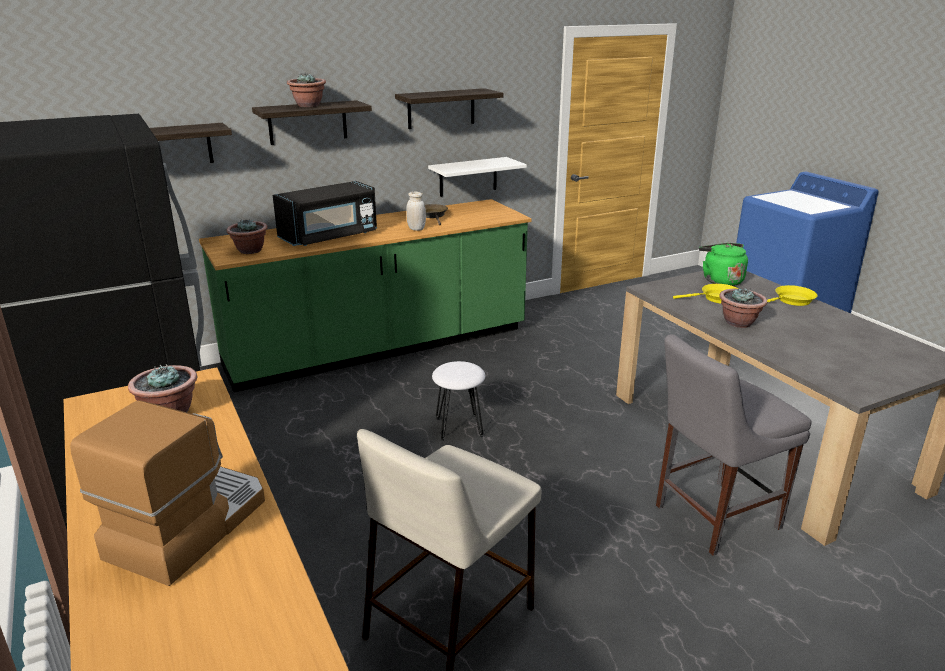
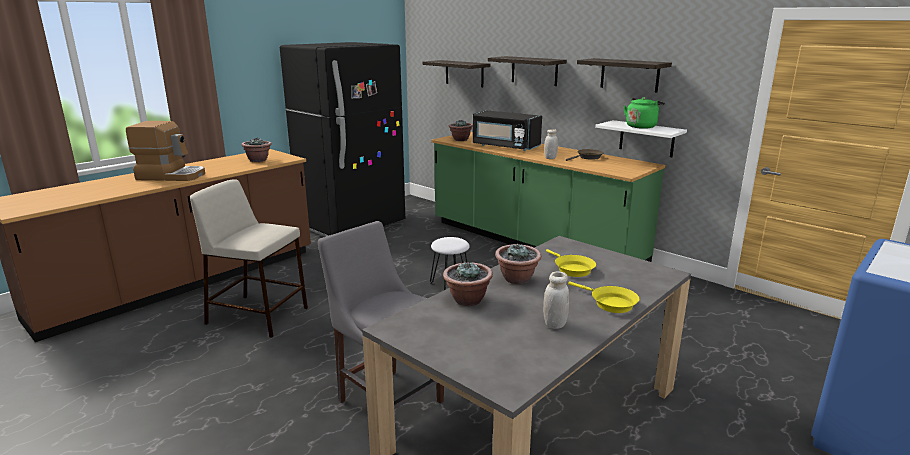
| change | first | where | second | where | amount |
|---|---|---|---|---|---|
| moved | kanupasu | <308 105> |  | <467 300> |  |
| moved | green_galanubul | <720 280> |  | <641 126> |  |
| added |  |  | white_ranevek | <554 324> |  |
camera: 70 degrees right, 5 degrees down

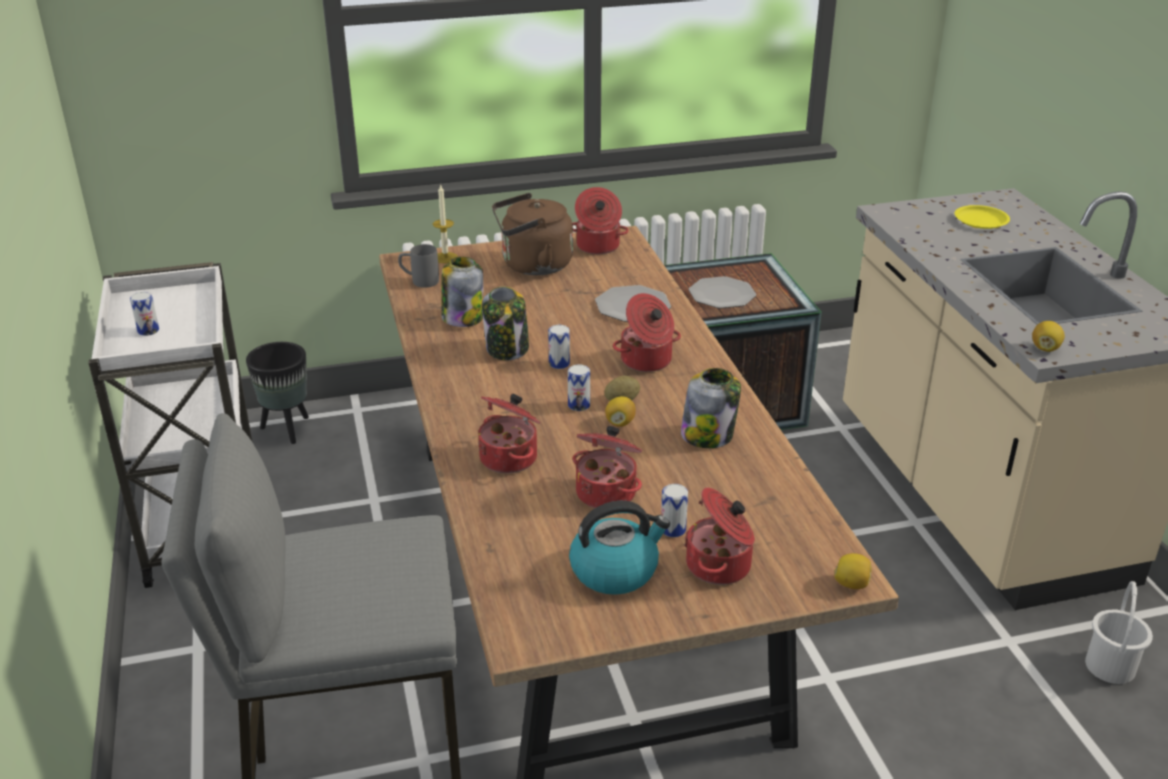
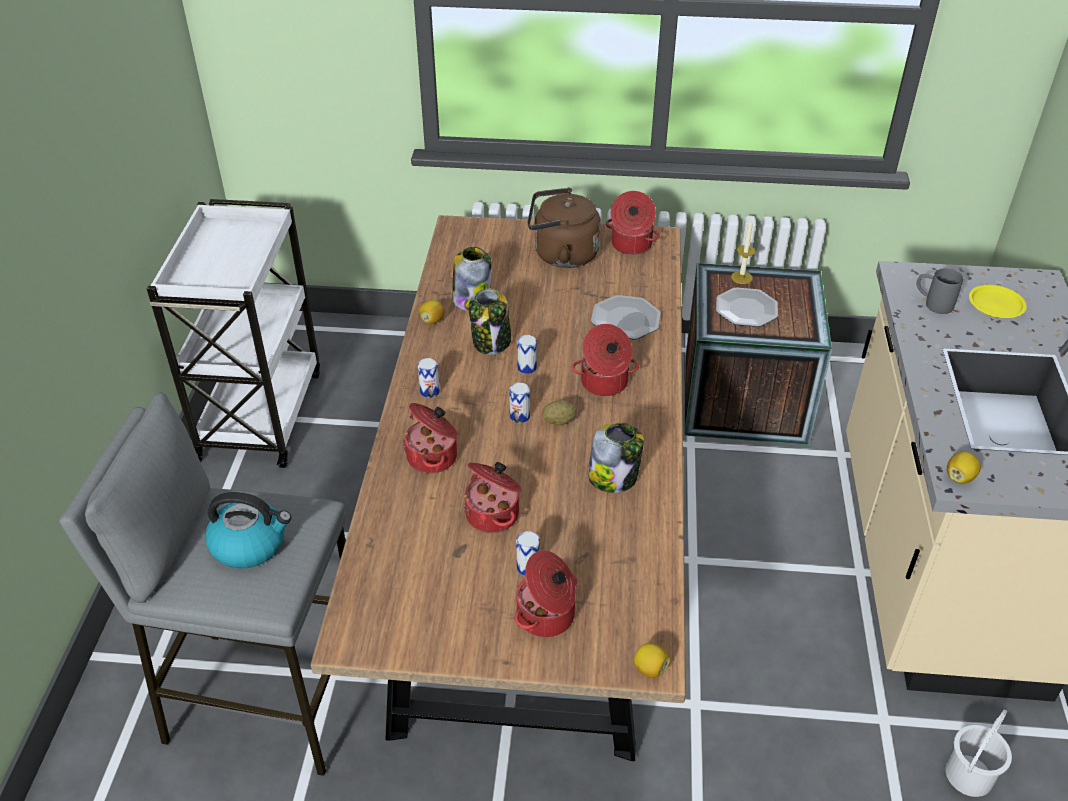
| change | first | where | second | where | amount |
|---|---|---|---|---|---|
| moved | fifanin | <445 257> |  | <741 277> |  |
| moved | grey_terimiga | <419 281> |  | <932 304> |  |
| moved | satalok | <148 330> |  | <429 391> |  |
| removed | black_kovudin | <287 429> |  |  |  |
| moved | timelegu | <620 422> |  | <432 320> |  |
| moved | galanubul | <615 570> |  | <250 544> |  |
camera: 20 degrees right, 10 degrees up

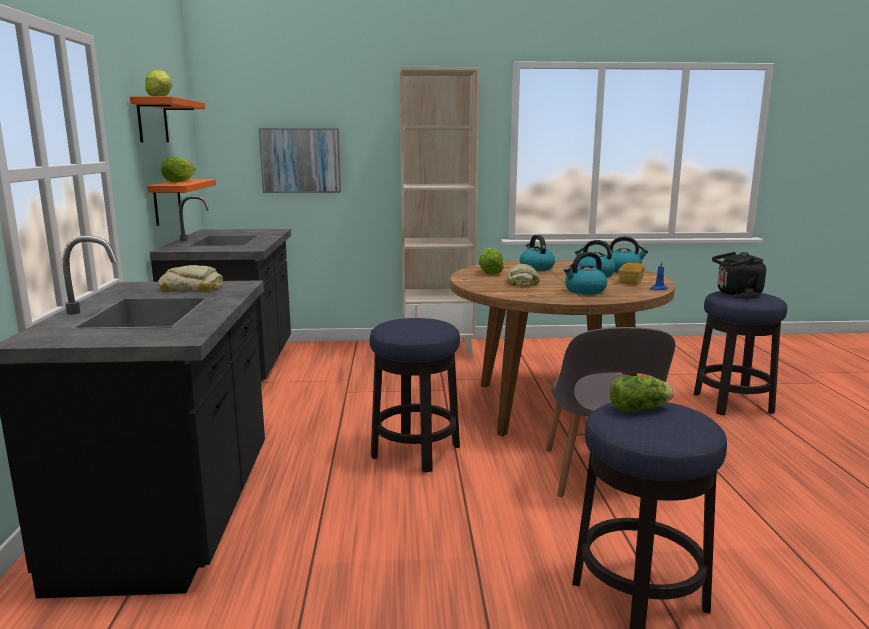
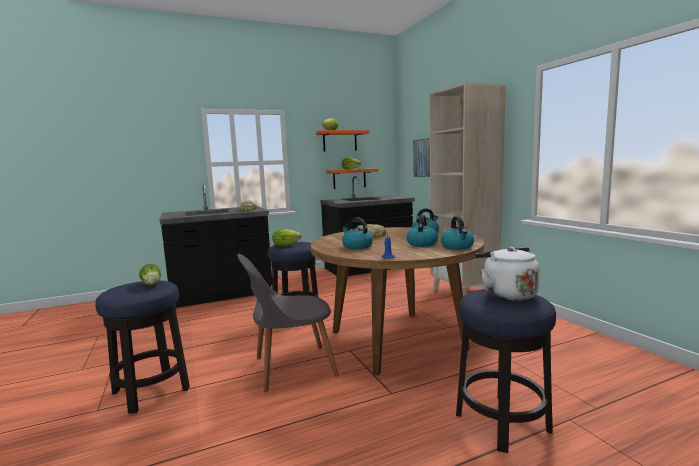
| change | first | where | second | where | amount |
|---|---|---|---|---|---|
| moved | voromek | <490 273> |  | <285 245> |  |
| recoloured | black_galanubul | <736 294> | white_galanubul | <506 294> |  |
| removed | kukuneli | <630 281> |  |  |  |
camera: 70 degrees right, 5 degrees down

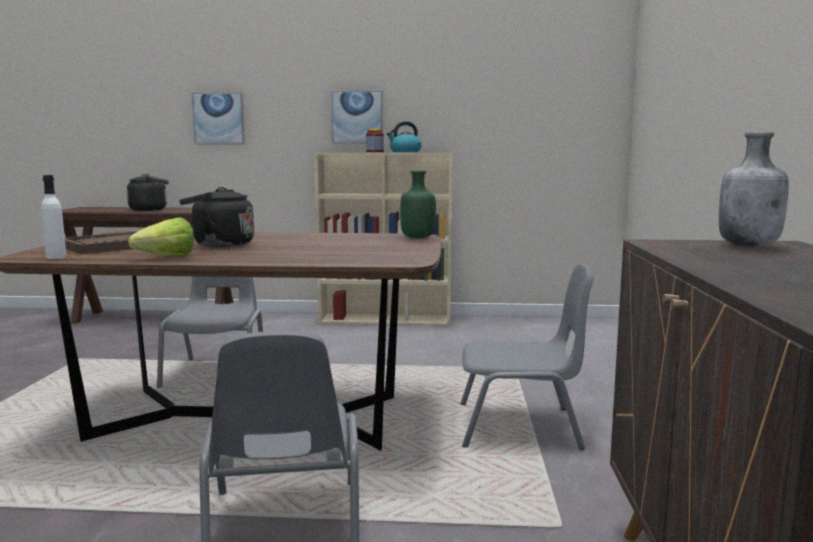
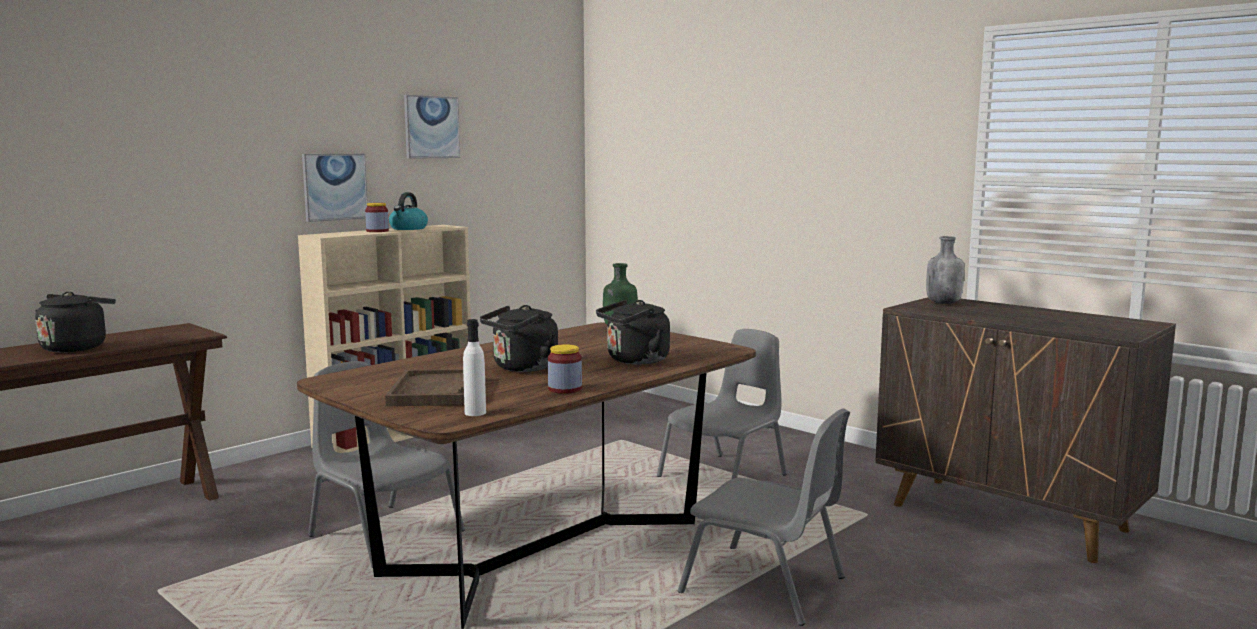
| change | first | where | second | where | amount |
|---|---|---|---|---|---|
| moved | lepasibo | <219 118> |  | <431 127> |  |
| replaced | voromek | <161 258> | ranevek | <565 389> |  |
| added |  |  | black_galanubul | <634 361> |  |
camera: 50 degrees left, 0 degrees up

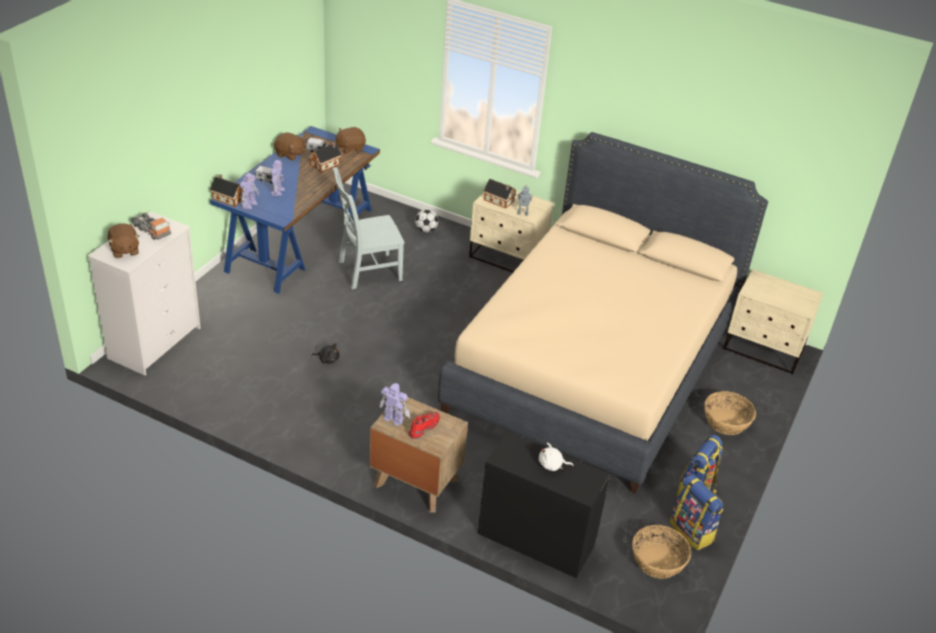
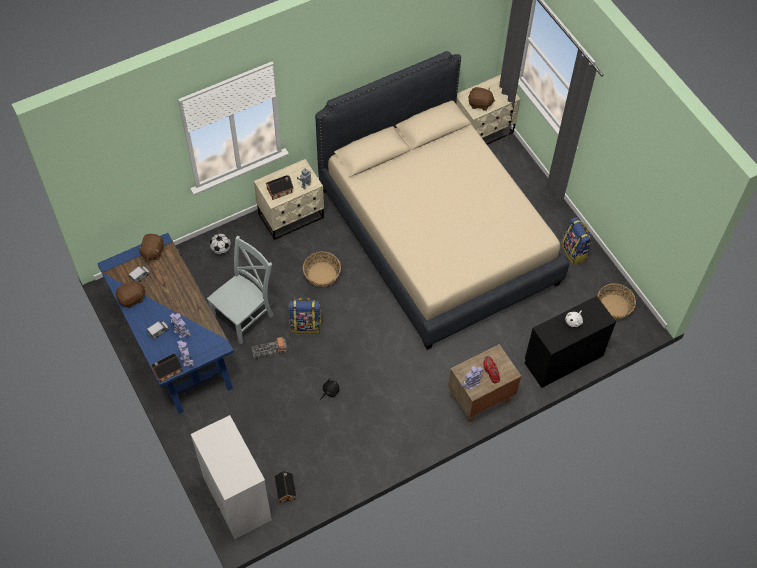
| change | first | where | second | where | amount |
|---|---|---|---|---|---|
| moved | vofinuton | <326 164> |  | <286 489> |  |
| turned | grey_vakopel | <367 271> |  | <245 315> | 150 degrees counterclockwise |
| moved | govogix | <151 230> |  | <269 350> |  |
| moved | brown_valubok | <124 250> |  | <480 104> |  |
| moved | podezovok | <726 421> |  | <321 274> |  |
| moved | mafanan | <692 532> |  | <306 324> |  |
camera: 55 degrees left, 20 degrees up

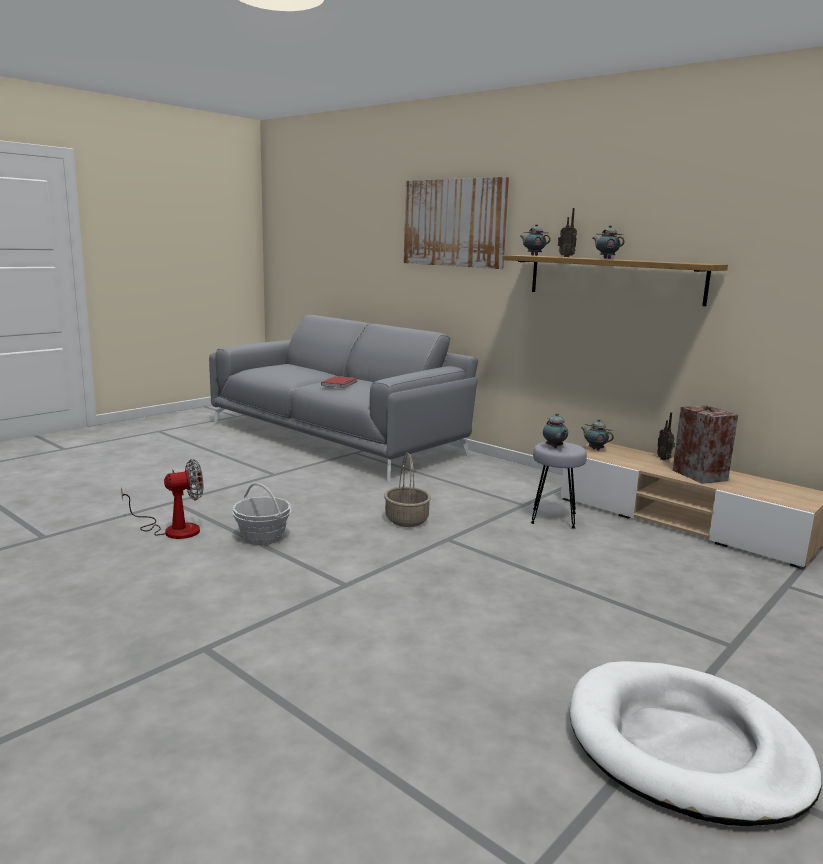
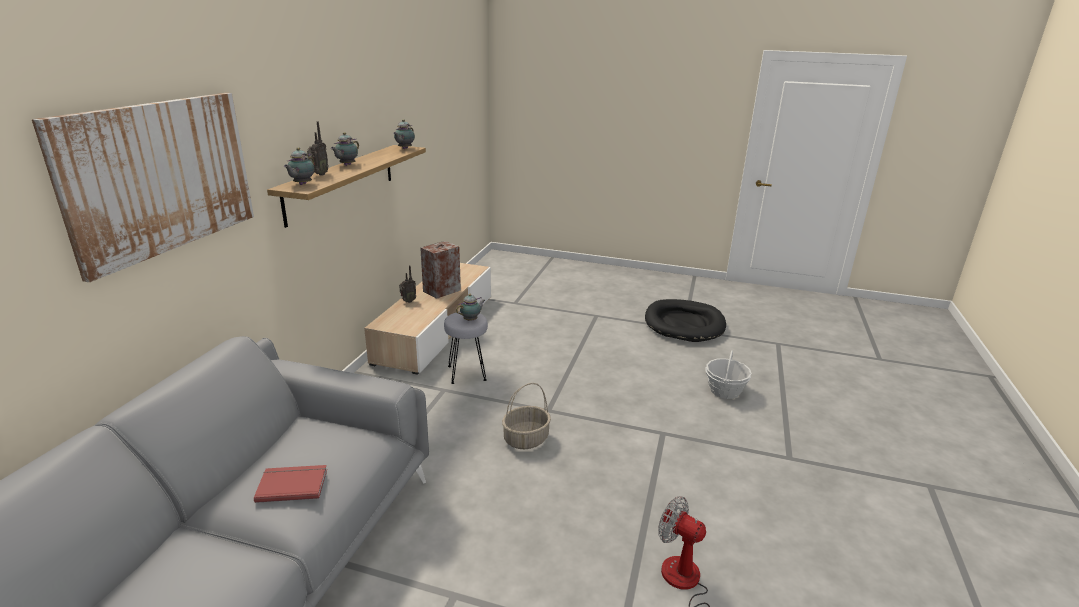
| change | first | where | second | where | amount |
|---|---|---|---|---|---|
| moved | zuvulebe | <595 449> |  | <404 149> |  |
| moved | podezovok | <262 537> |  | <724 391> |  |
| recoloured | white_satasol | <685 747> | black_satasol | <684 324> |  |
camera: 115 degrees left, 10 degrees up

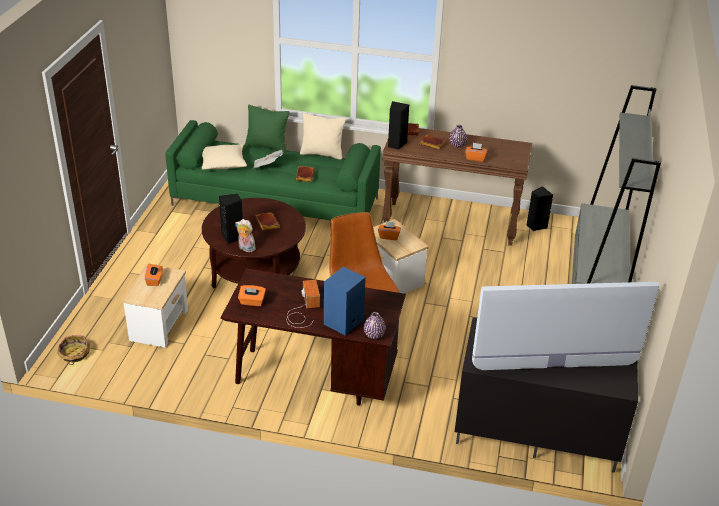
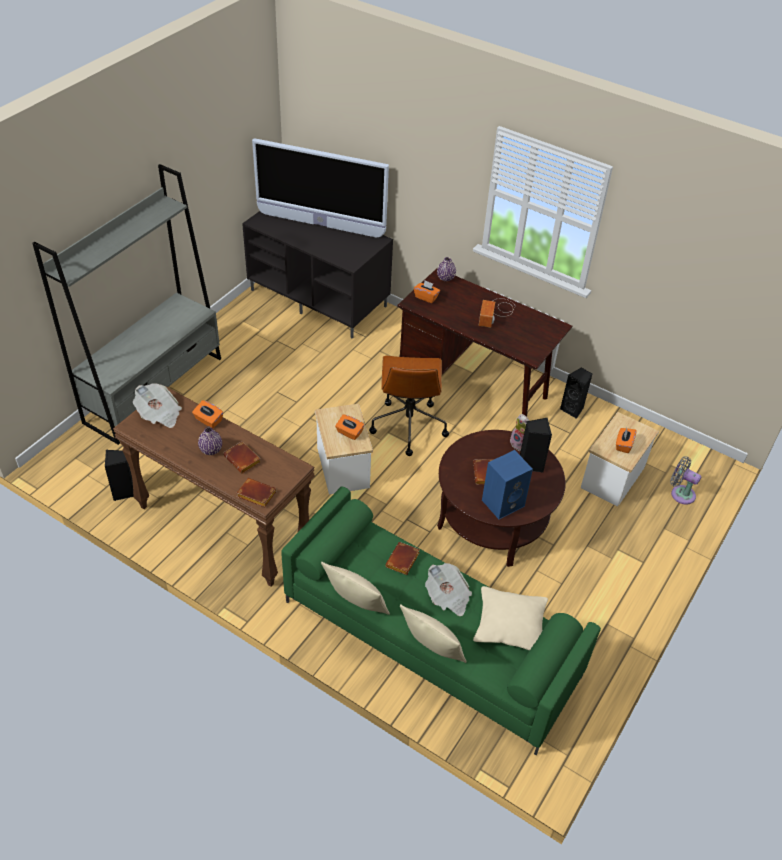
| change | first | where | second | where | amount |
|---|---|---|---|---|---|
| moved | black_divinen | <395 144> |  | <573 409> |  |
| recoloured | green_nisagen | <267 146> | beige_nisagen | <431 650> |  |
| moved | blue_divinen | <343 323> |  | <503 502> |  |
| moved | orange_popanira | <252 302> |  | <426 297> |  |
| removed | podezovok | <74 354> |  |  |  |
| added |  |  | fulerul | <159 414> |  |
| added |  |  | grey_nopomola | <680 493> |  |
camera: 160 degrees left, 10 degrees up

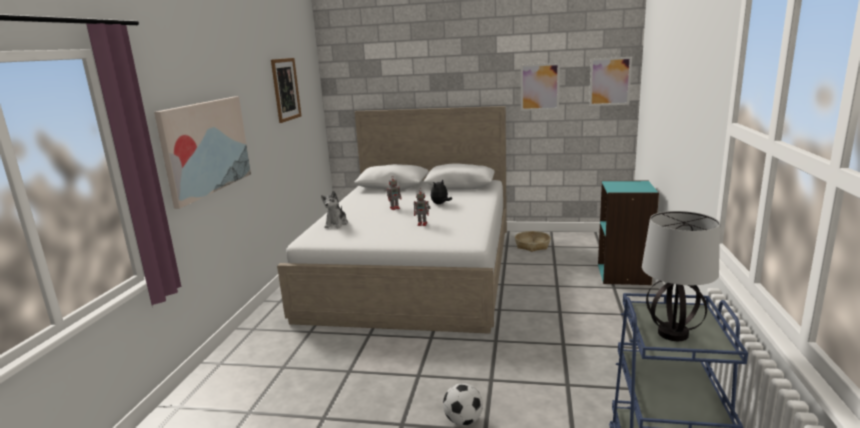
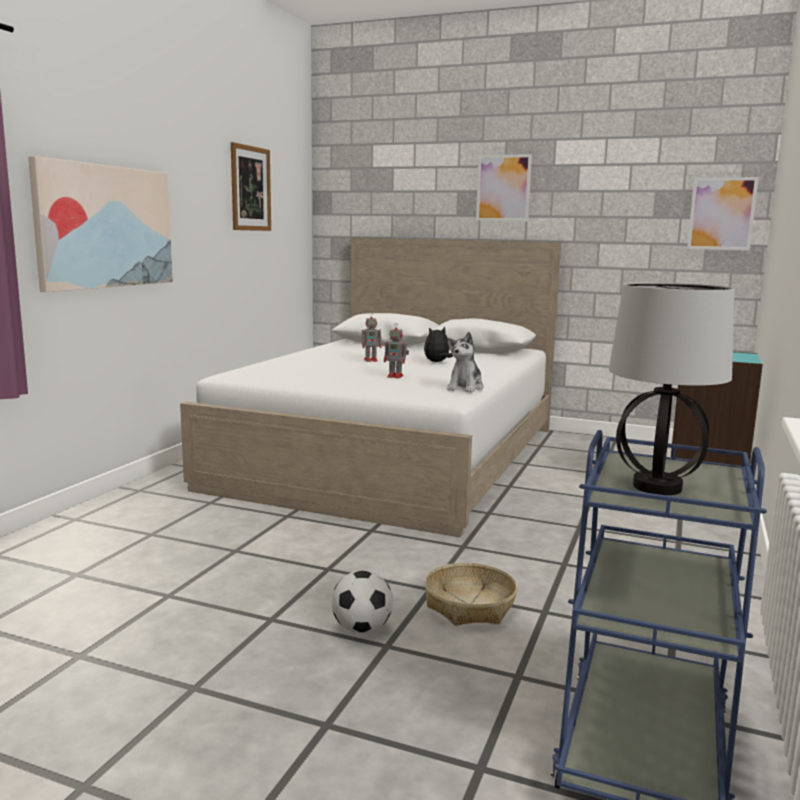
| change | first | where | second | where | amount |
|---|---|---|---|---|---|
| moved | lepasibo | <539 87> |  | <503 188> |  |
| moved | valubok | <336 224> |  | <465 388> |  |
| moved | podezovok | <532 246> |  | <469 606> |  |
camera: 10 degrees right, 5 degrees down

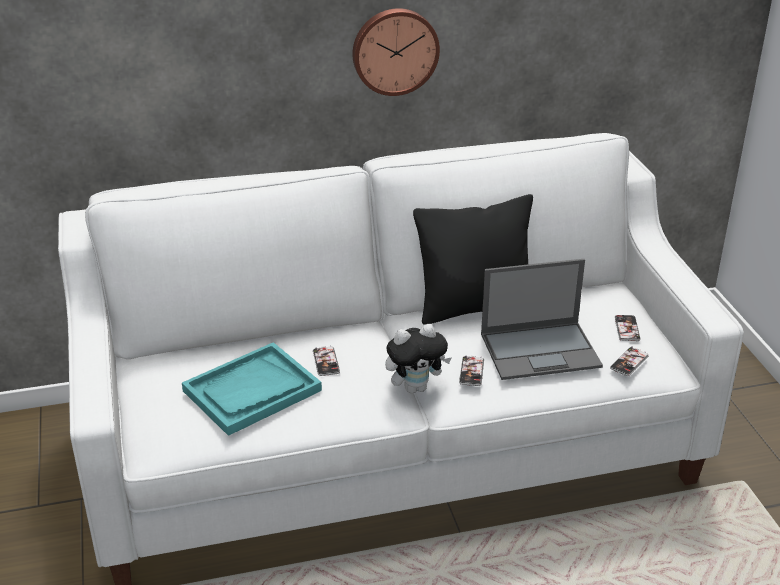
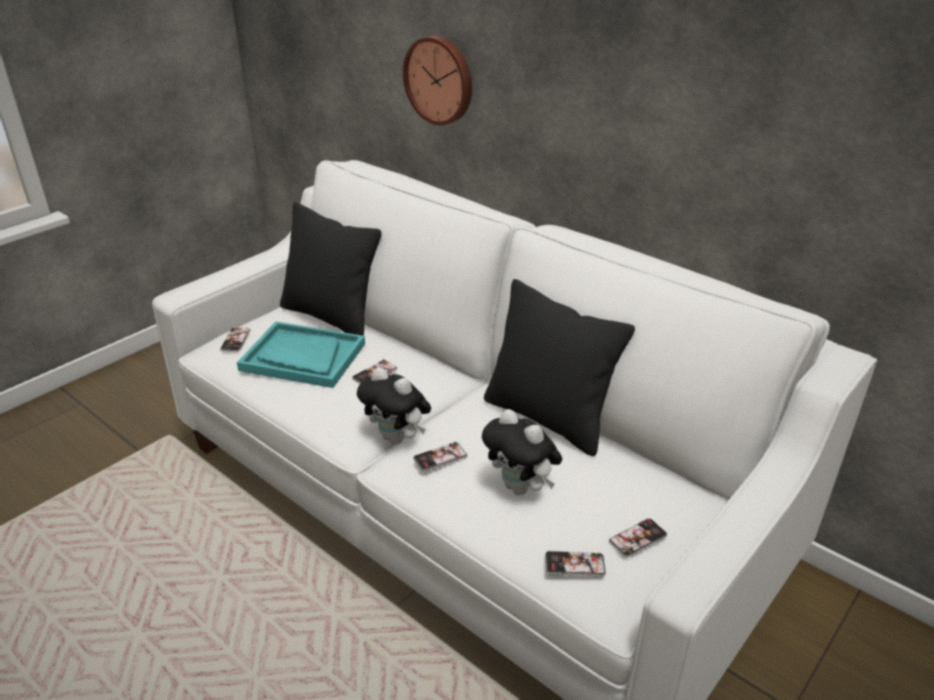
| change | first | where | second | where | amount |
|---|---|---|---|---|---|
| moved | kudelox | <394 50> |  | <440 80> |  |
| replaced | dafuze | <541 350> | valubok | <521 488> |  |
| added |  |  | black_nisagen | <331 317> |  |
| added |  |  | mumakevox | <235 340> |  |
camera: 55 degrees right, 0 degrees up

